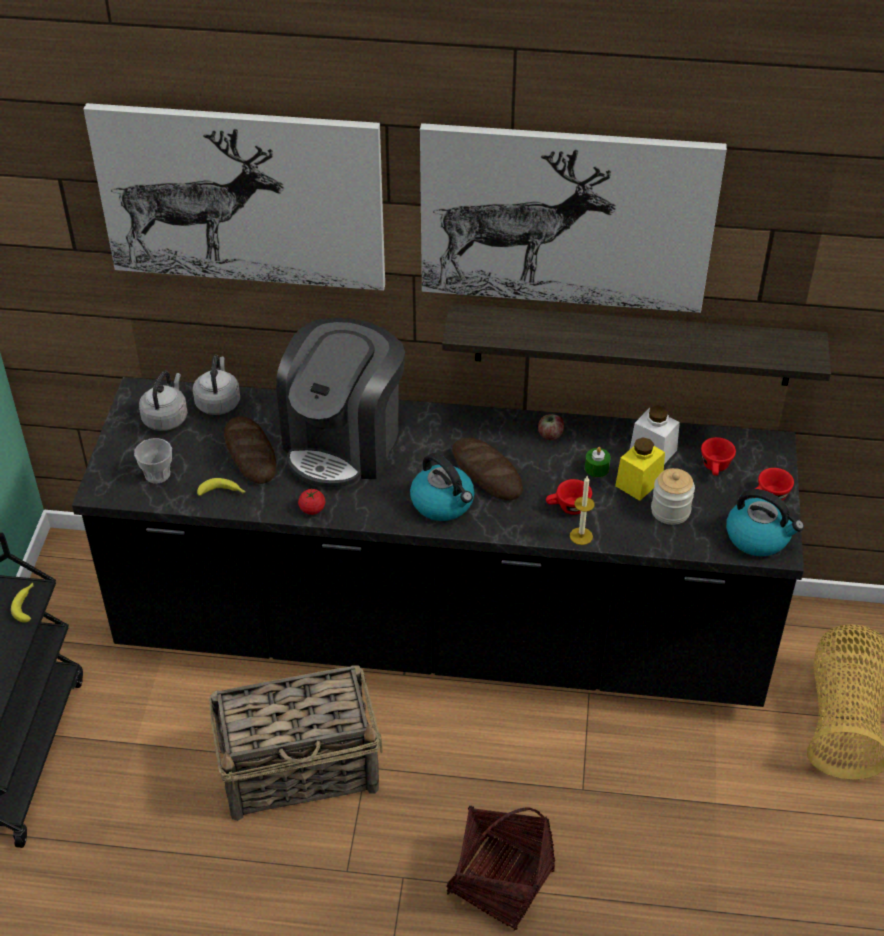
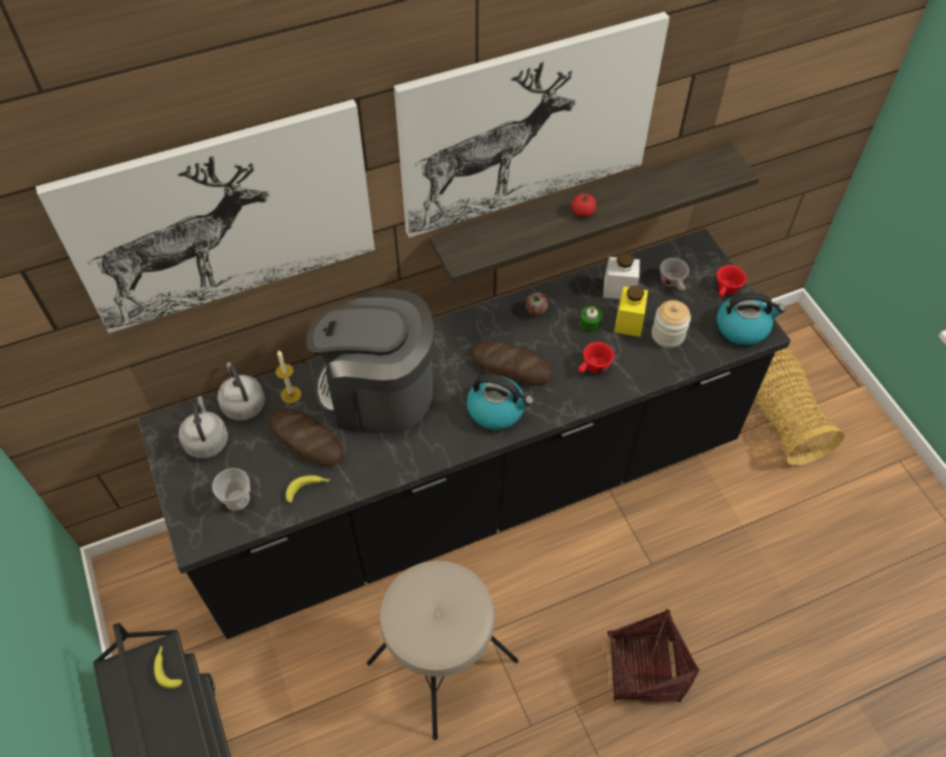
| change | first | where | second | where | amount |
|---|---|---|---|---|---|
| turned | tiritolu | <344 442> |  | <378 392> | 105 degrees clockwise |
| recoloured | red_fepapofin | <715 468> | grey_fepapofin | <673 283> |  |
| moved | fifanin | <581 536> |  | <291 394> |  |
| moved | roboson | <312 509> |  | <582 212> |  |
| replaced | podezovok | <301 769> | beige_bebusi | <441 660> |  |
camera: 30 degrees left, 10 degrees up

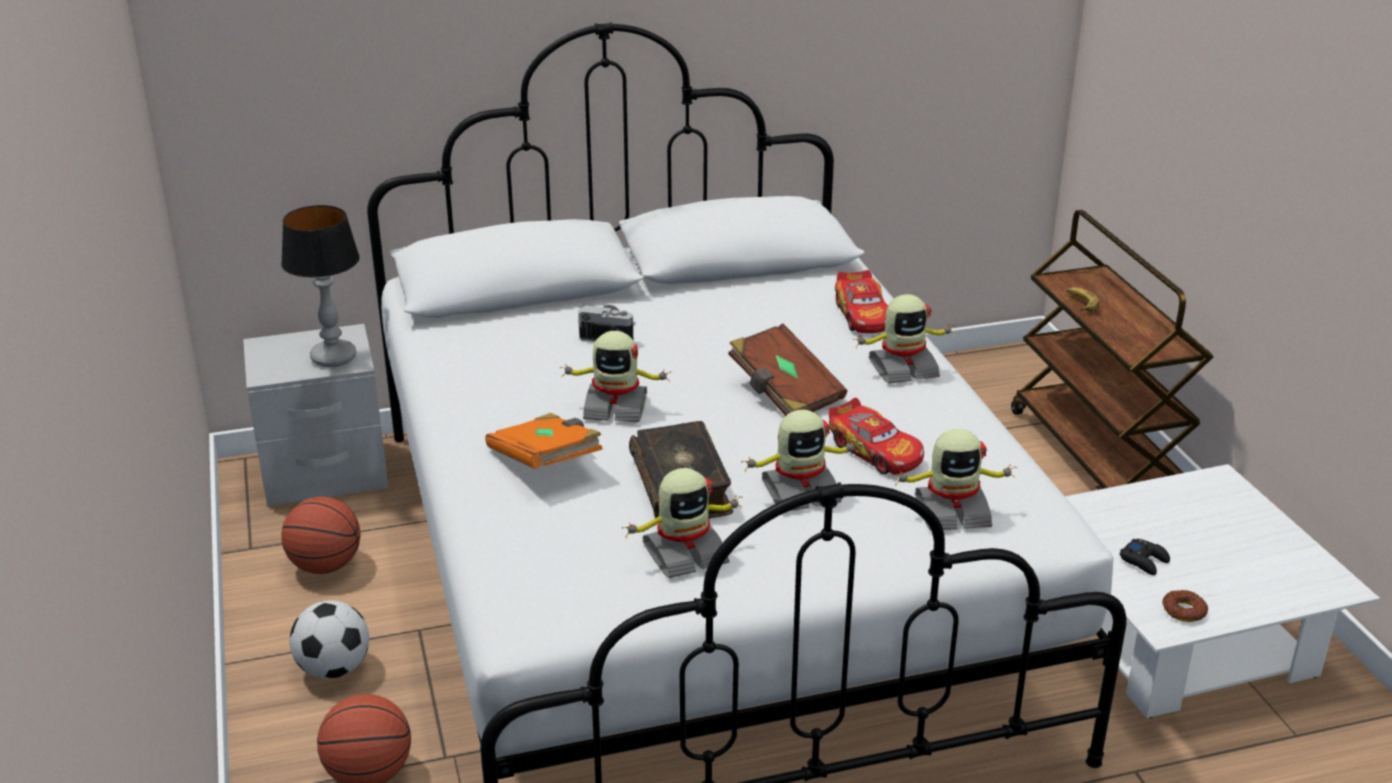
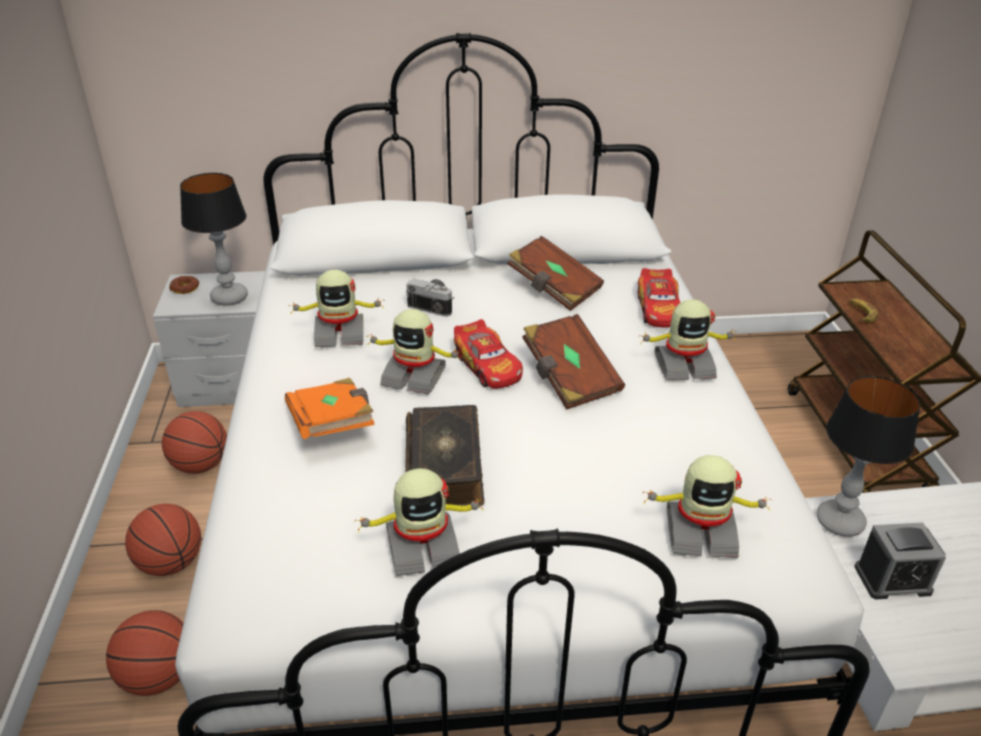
| change | first | where | second | where | amount |
|---|---|---|---|---|---|
| moved | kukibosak | <875 451> |  | <488 366> |  |
| moved | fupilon | <799 491> |  | <339 333> |  |
| replaced | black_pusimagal | <1144 561> | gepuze | <892 579> |  |
| moved | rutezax | <1184 611> |  | <185 288> |  |
| replaced | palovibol | <334 669> | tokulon | <170 563> |  |
| added |  |  | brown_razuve | <553 288> |  |
| added |  |  | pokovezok | <839 522> |  |
camera: 10 degrees right, 5 degrees up

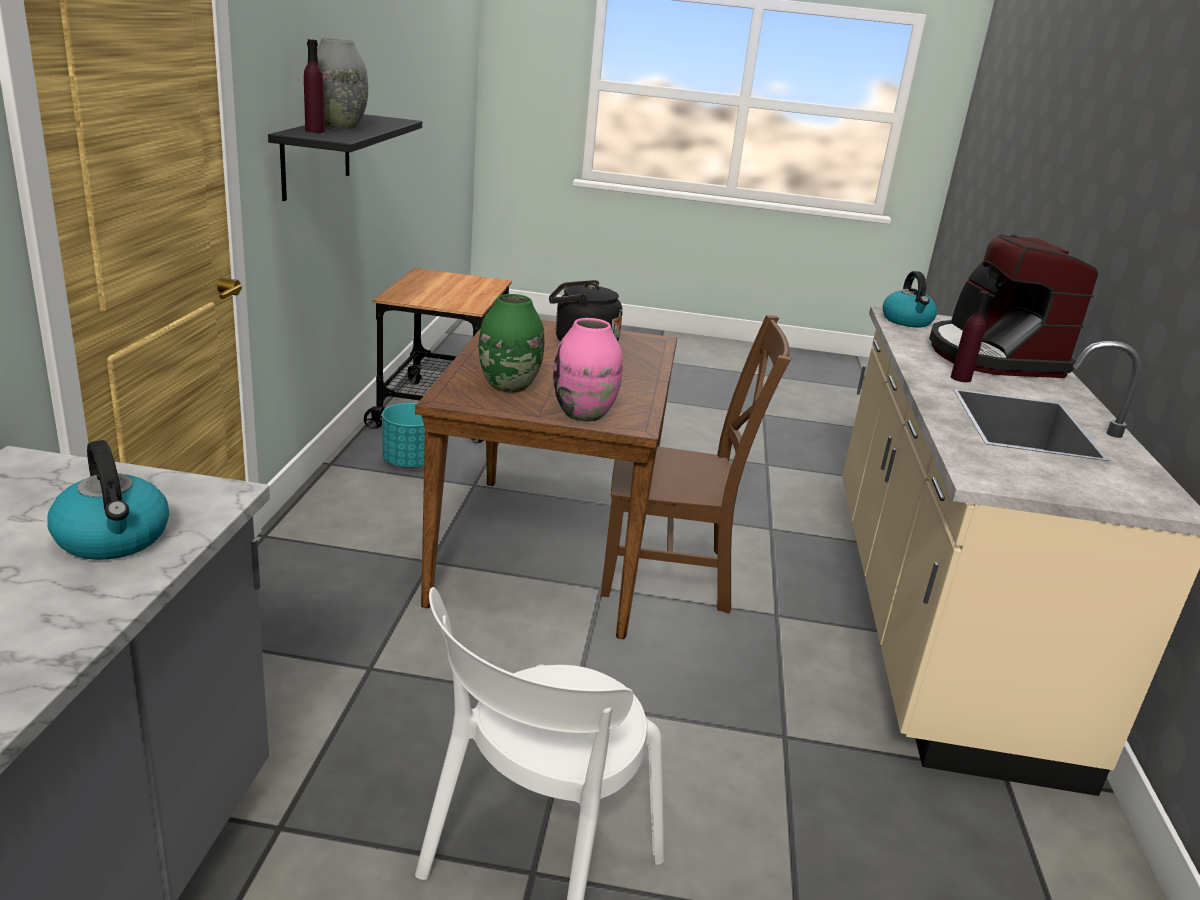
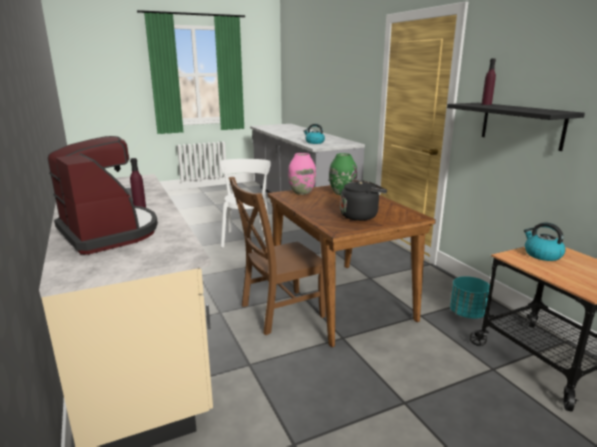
| change | first | where | second | where | amount |
|---|---|---|---|---|---|
| removed | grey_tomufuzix | <338 126> |  |  |  |
| moved | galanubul | <907 321> |  | <542 255> |  |
camera: 150 degrees right, 5 degrees down

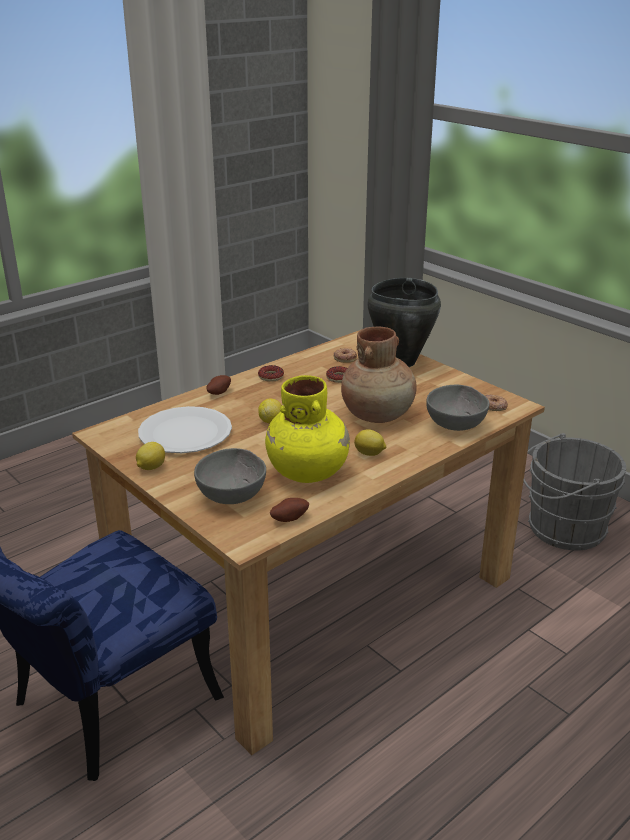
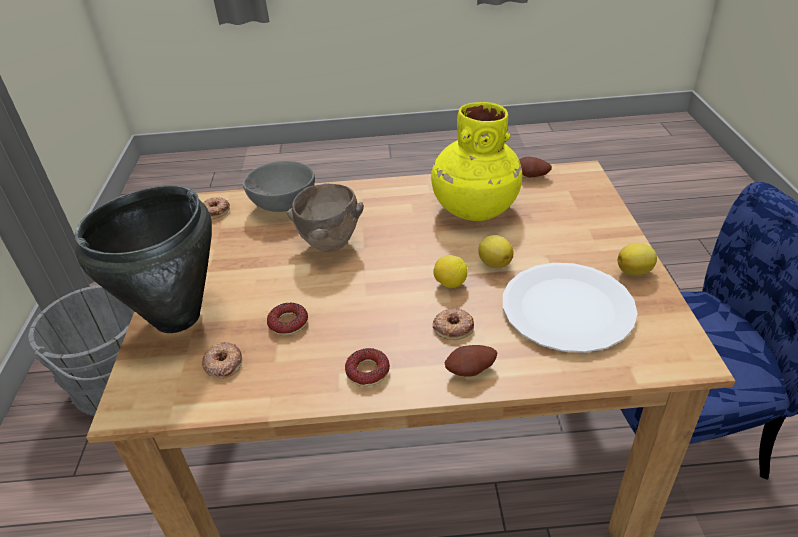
| change | first | where | second | where | amount |
|---|---|---|---|---|---|
| replaced | brown_tomufuzix | <378 415> | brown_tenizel | <330 244> |  |
| moved | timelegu | <369 454> |  | <494 263> |  |
| removed | grey_tenizel | <233 495> |  |  |  |
| added |  |  | rutezax | <453 327> |  |
camera: 140 degrees left, 10 degrees up

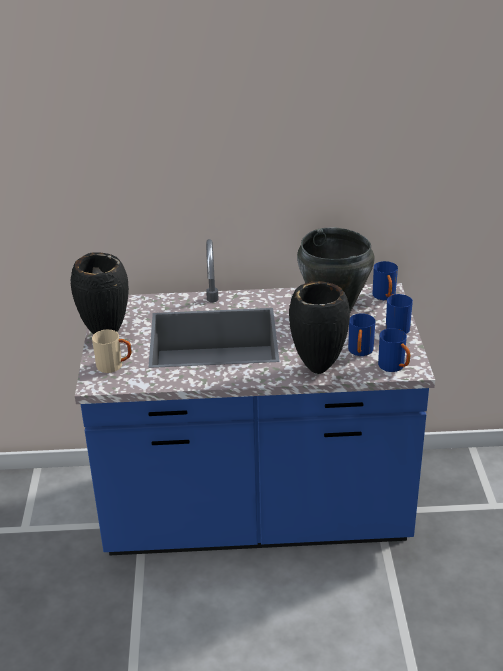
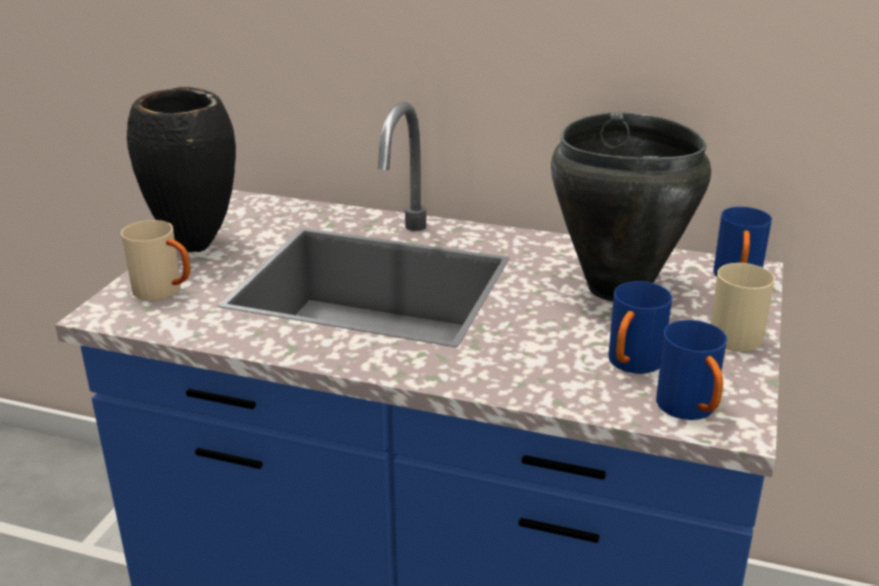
| change | first | where | second | where | amount |
|---|---|---|---|---|---|
| removed | black_tomufuzix | <317 370> |  |  |  |
| recoloured | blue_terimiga | <395 326> | beige_terimiga | <733 333> |  |
camera: 20 degrees right, 5 degrees down

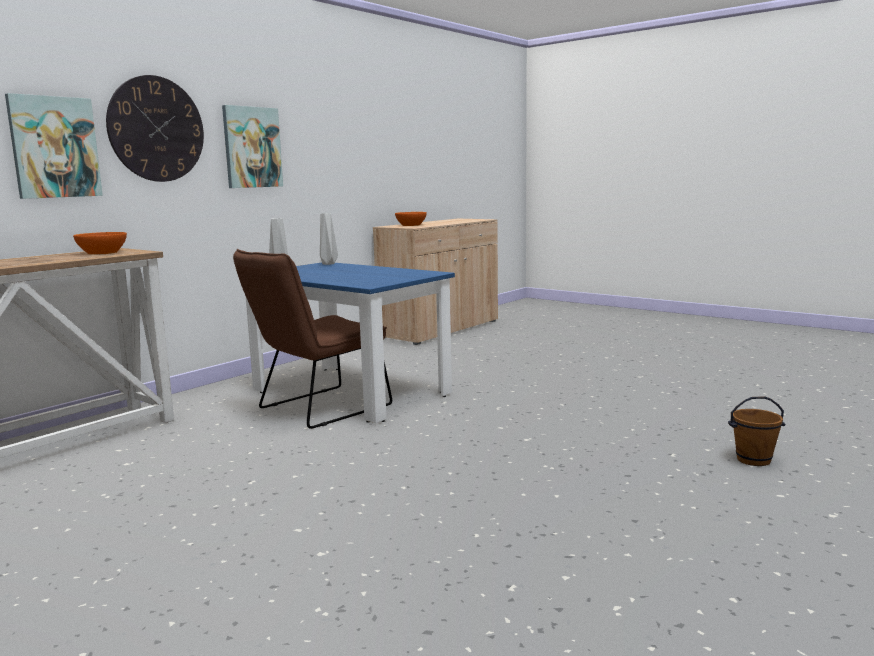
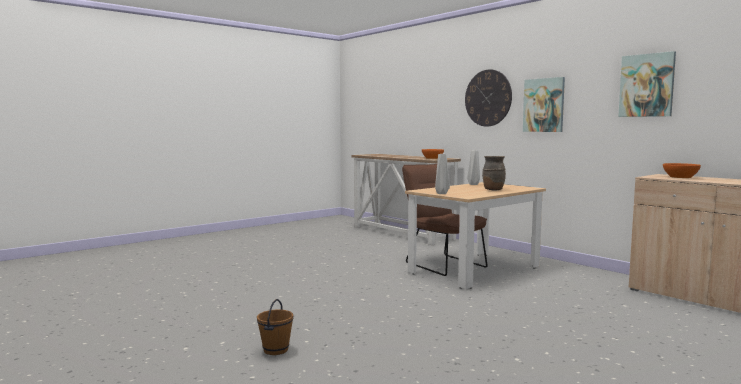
| change | first | where | second | where | amount |
|---|---|---|---|---|---|
| moved | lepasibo | <54 147> |  | <646 85> |  |
| moved | grey_tomufuzix | <328 264> |  | <441 193> |  |
| recoloured | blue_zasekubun | <350 392> | beige_zasekubun | <474 270> |  |
| added |  |  | brown_tomufuzix | <493 190> |  |
camera: 100 degrees right, 5 degrees down

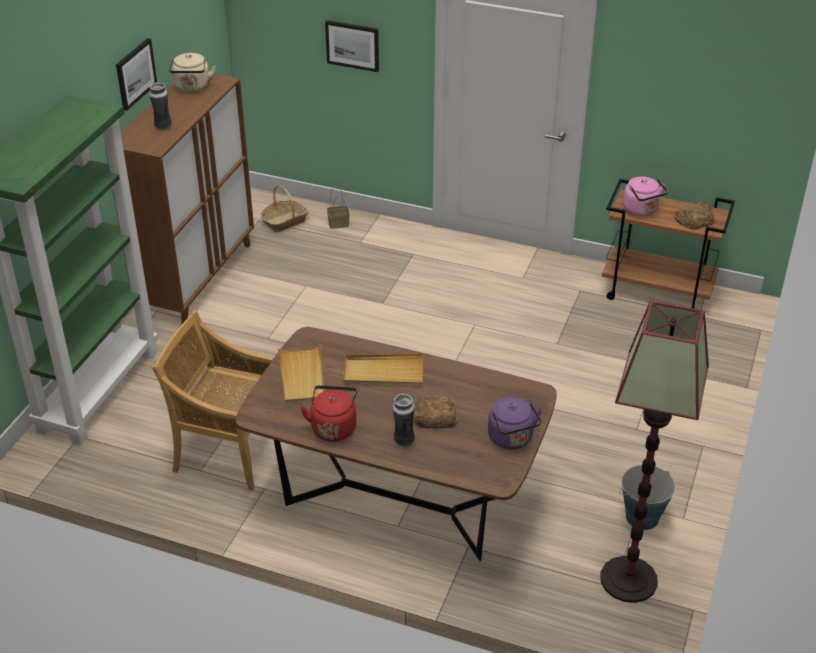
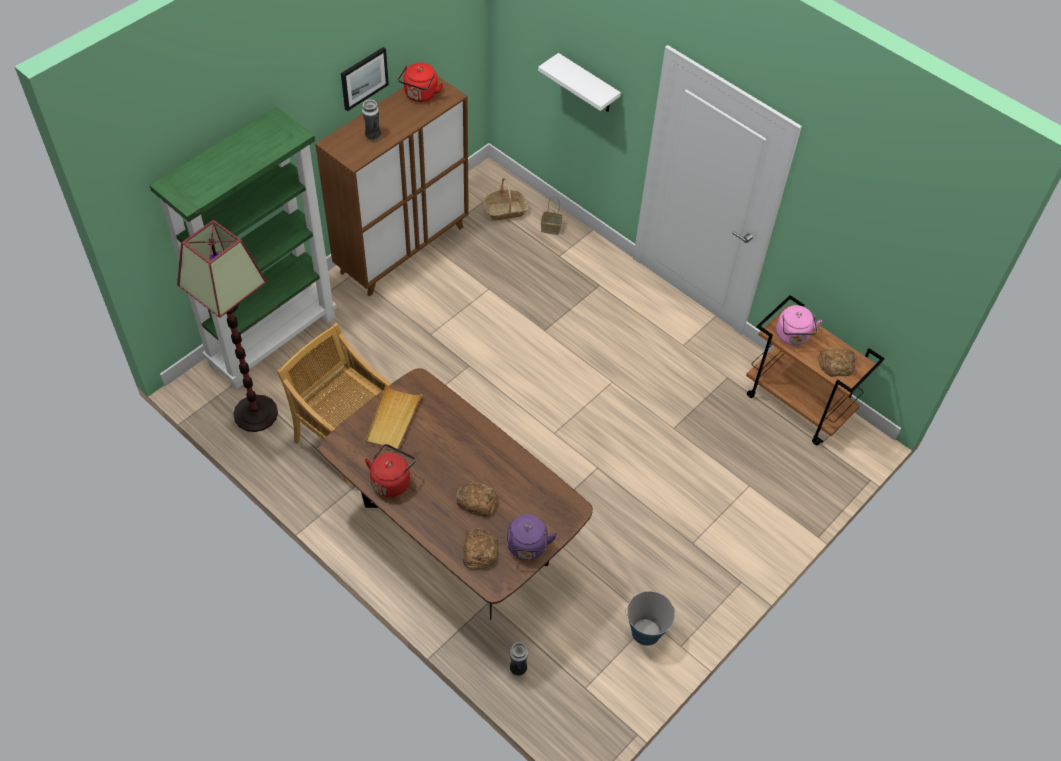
| change | first | where | second | where | amount |
|---|---|---|---|---|---|
| replaced | lepasibo | <352 45> | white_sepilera | <588 85> |  |
| recoloured | beige_galanubul | <192 88> | red_galanubul | <420 95> |  |
| moved | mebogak | <629 580> |  | <255 414> |  |
| removed | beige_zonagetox | <383 373> |  |  |  |
| moved | tomufuzix | <403 440> |  | <518 668> |  |
| added |  |  | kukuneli | <479 551> |  |
camera: 20 degrees right, 15 degrees up

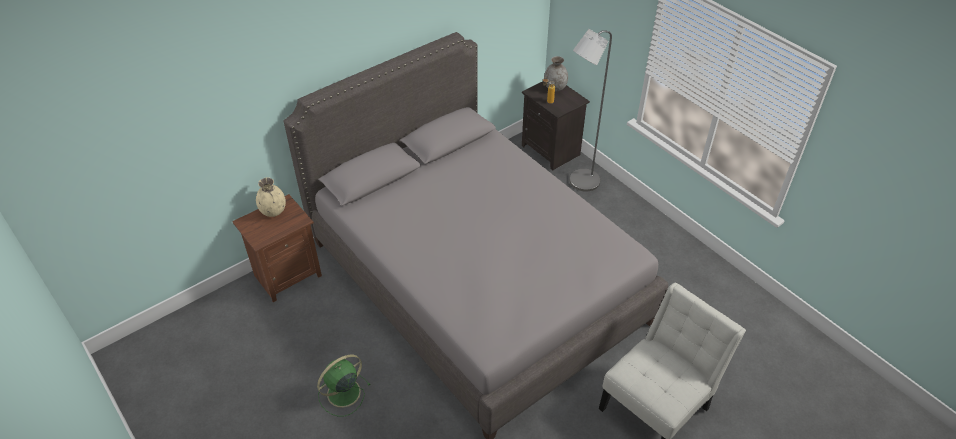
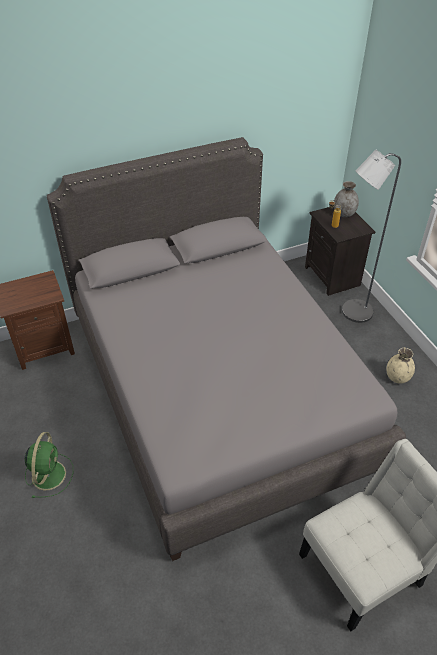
| change | first | where | second | where | amount |
|---|---|---|---|---|---|
| moved | beige_tomufuzix | <273 211> |  | <397 377> |  |
| turned | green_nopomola | <342 394> |  | <49 473> | 120 degrees clockwise |
camera: 15 degrees right, 0 degrees up

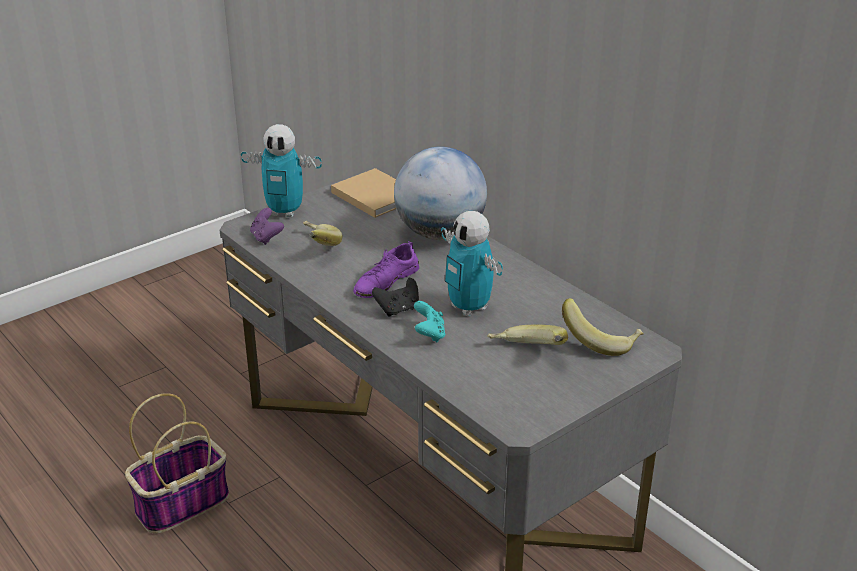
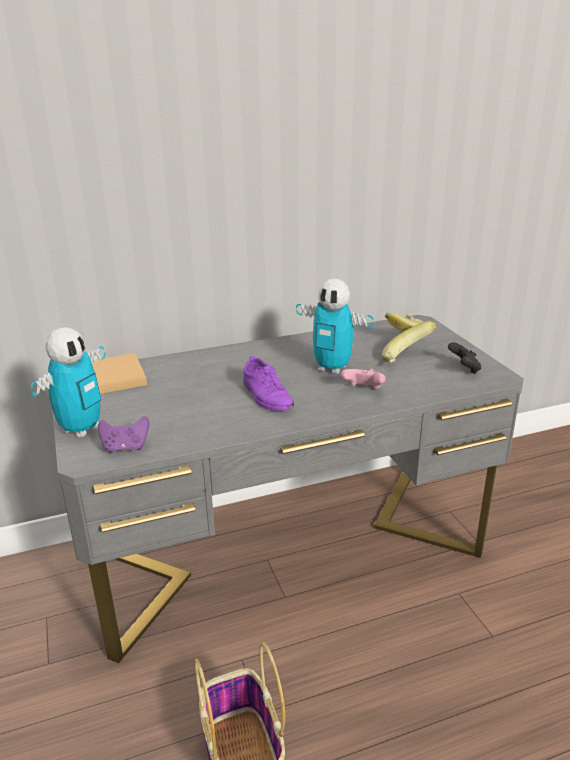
| change | first | where | second | where | amount |
|---|---|---|---|---|---|
| removed | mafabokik | <440 234> |  |  |  |
| turned | fupilon | <469 307> |  | <332 368> | 45 degrees clockwise |
| removed | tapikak | <317 247> |  |  |  |
| moved | black_pusimagal | <398 309> |  | <464 369> |  |
| recoloured | turquoise_pusimagal | <429 334> | pink_pusimagal | <363 390> |  |
camera: 70 degrees left, 5 degrees down

